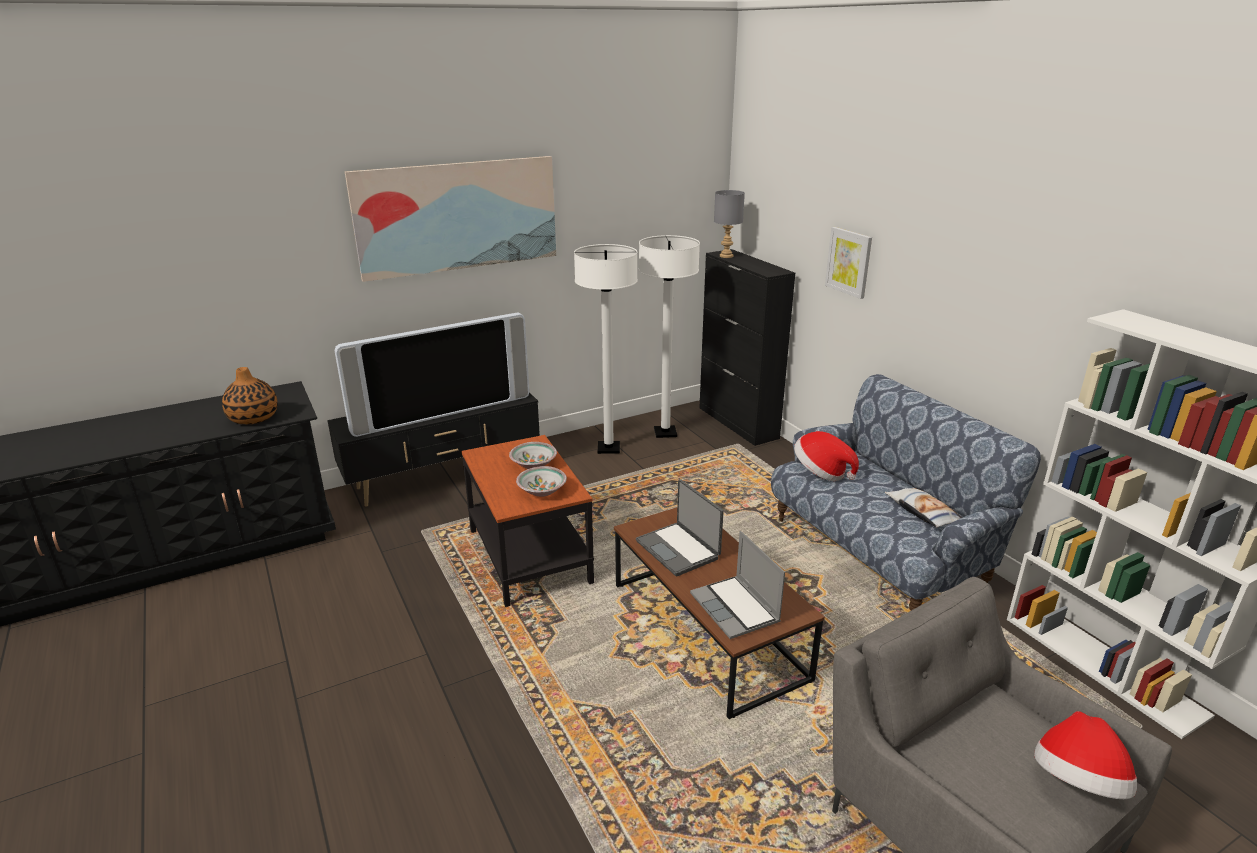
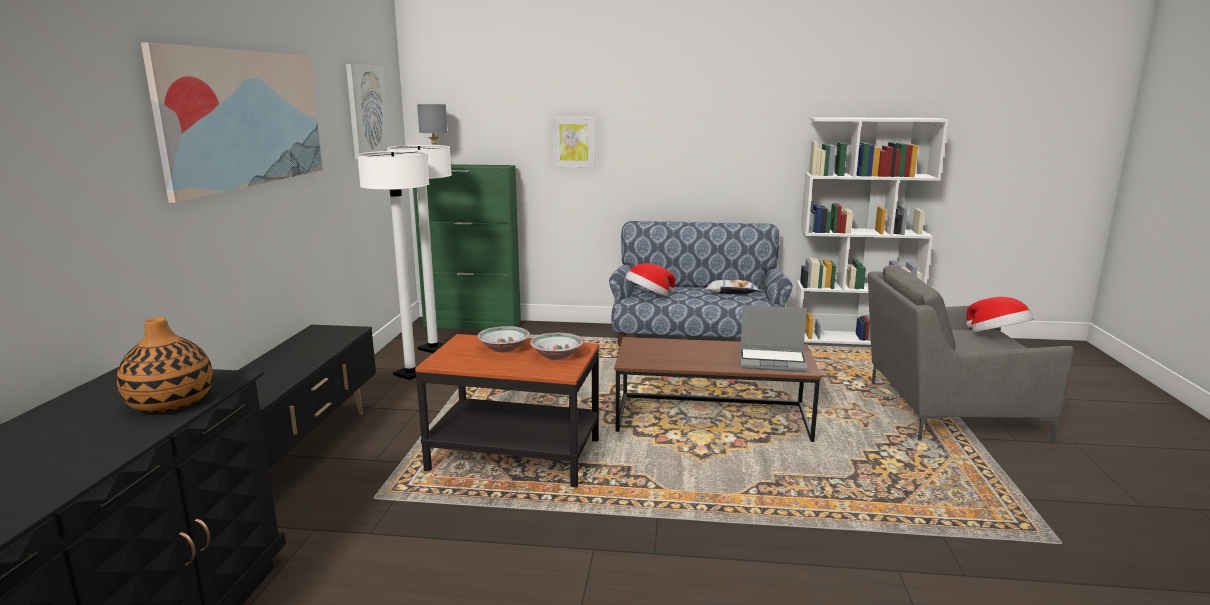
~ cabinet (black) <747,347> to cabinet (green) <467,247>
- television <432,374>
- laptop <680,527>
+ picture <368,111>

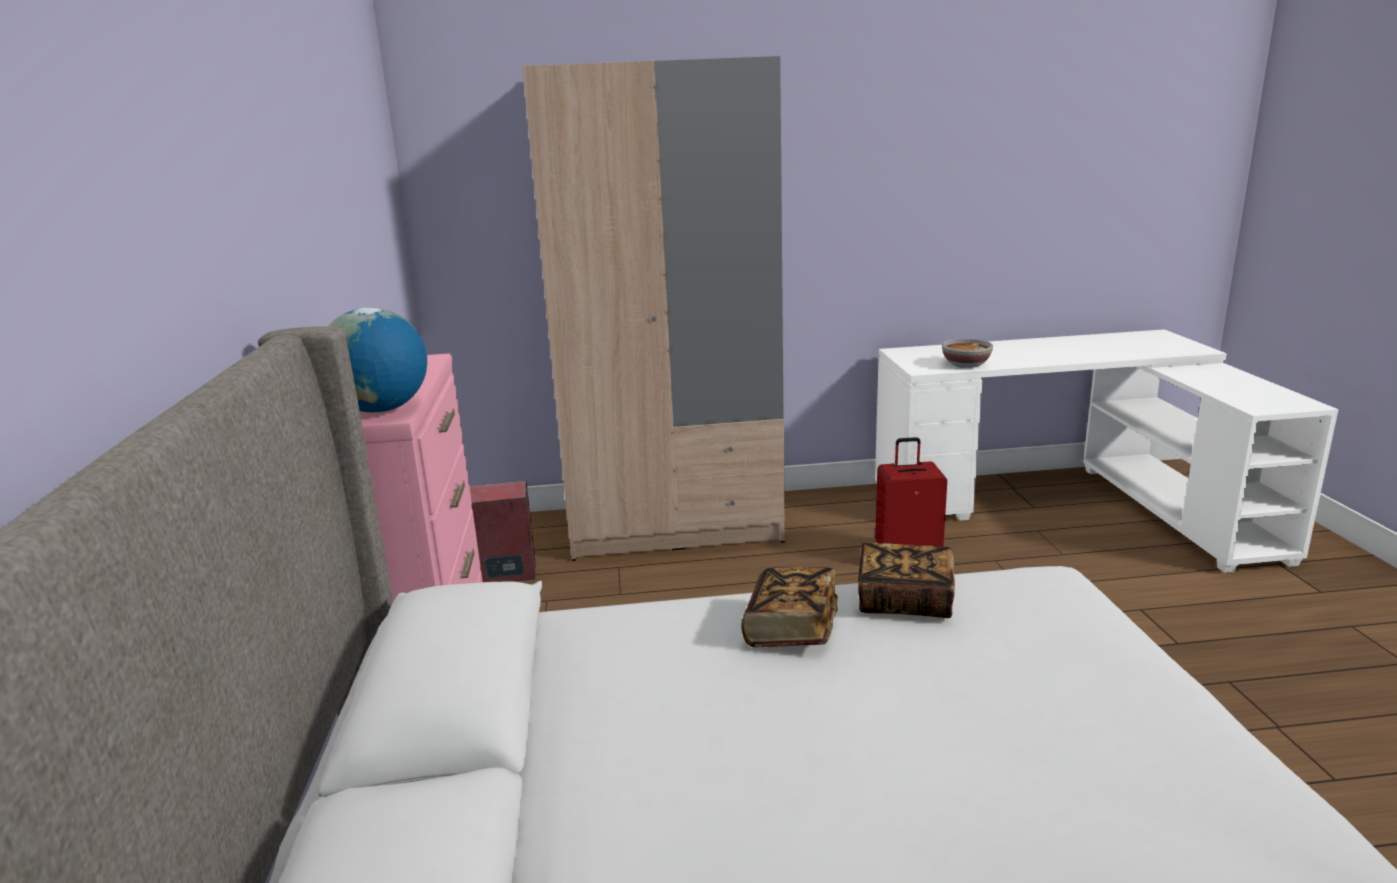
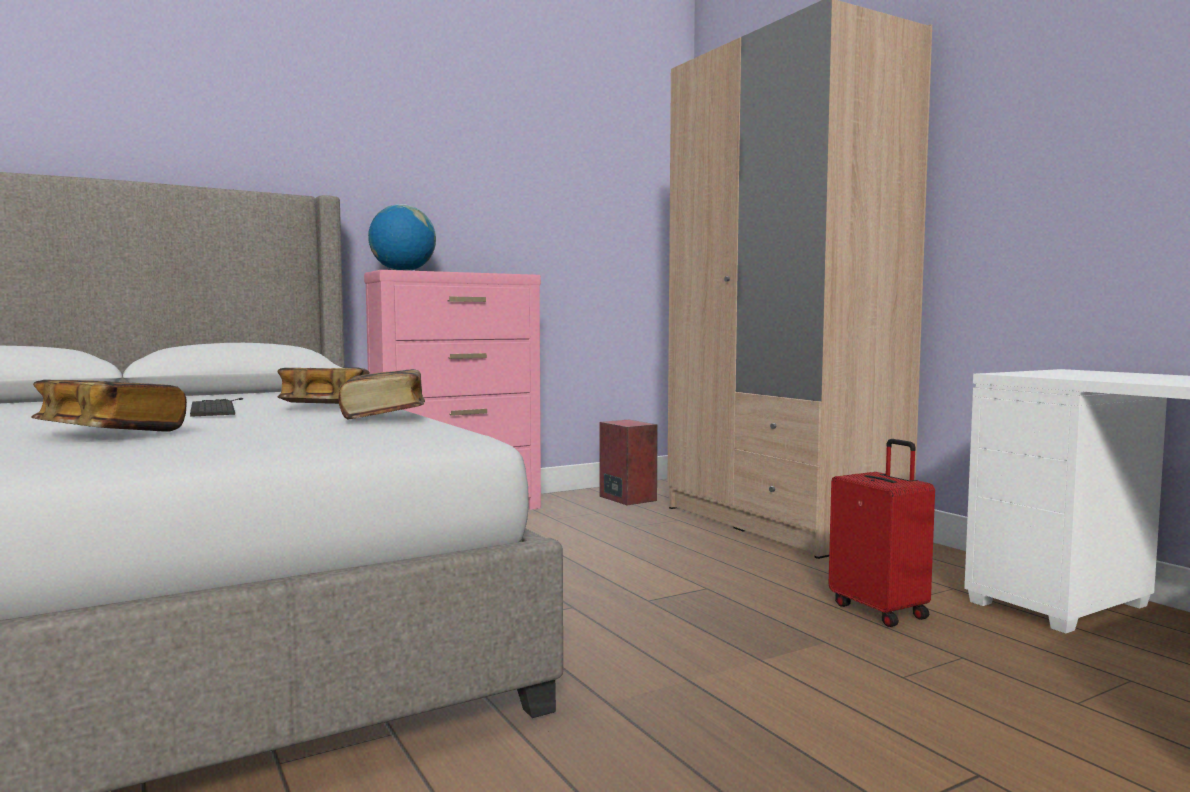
- bowl <967,353>
+ book <109,406>
+ keyboard <216,407>

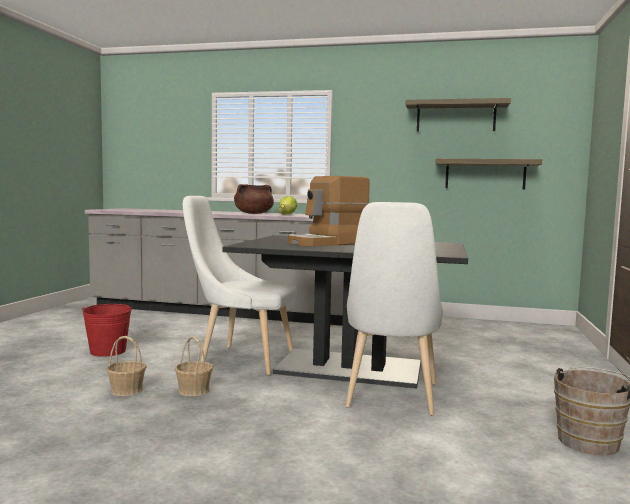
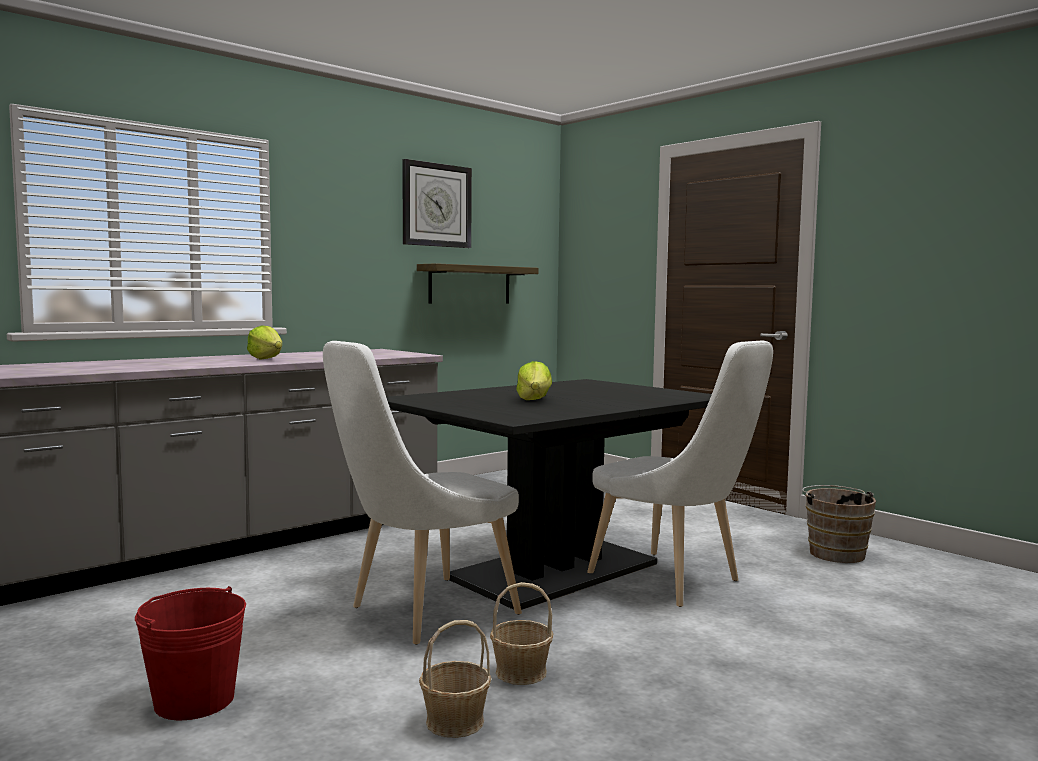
~ shelf <458,115> to wall clock <437,203>
~ coffee machine <329,211> to lettuce <534,380>
- cooking pot (brown) <254,199>

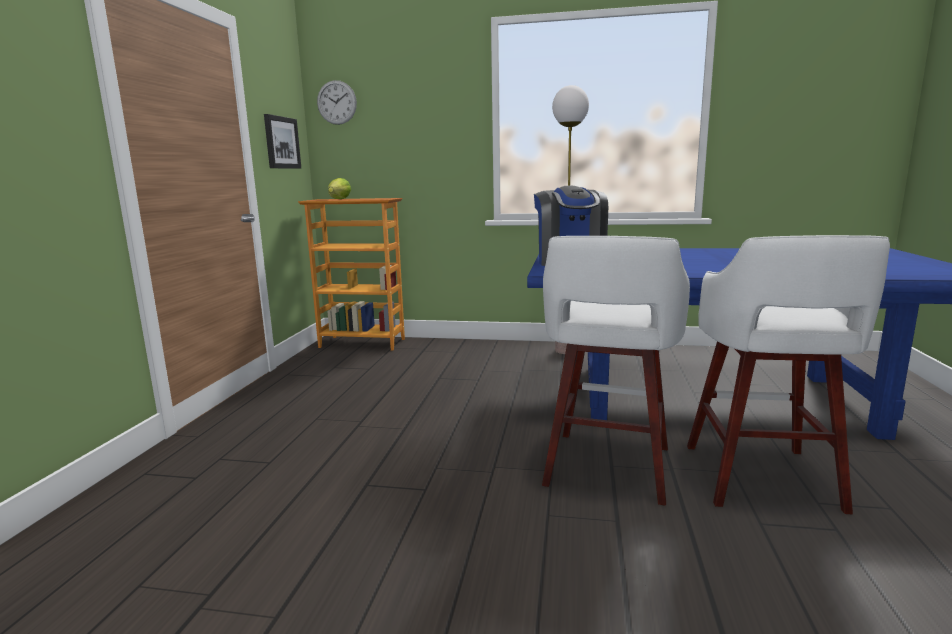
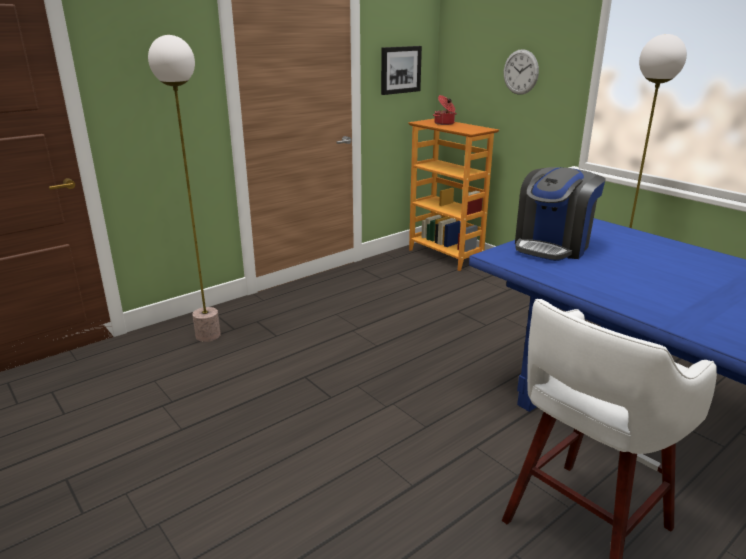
~ wall clock <337,102> to <521,72>
~ lettuce <339,188> to cooking pot <445,110>
- stool (white) <616,371>
+ floor lamp <184,188>

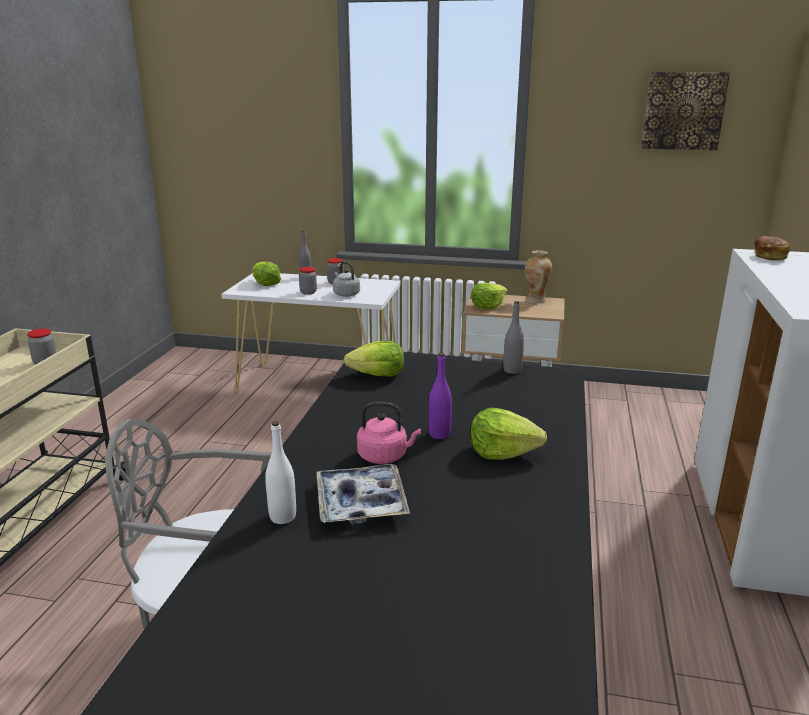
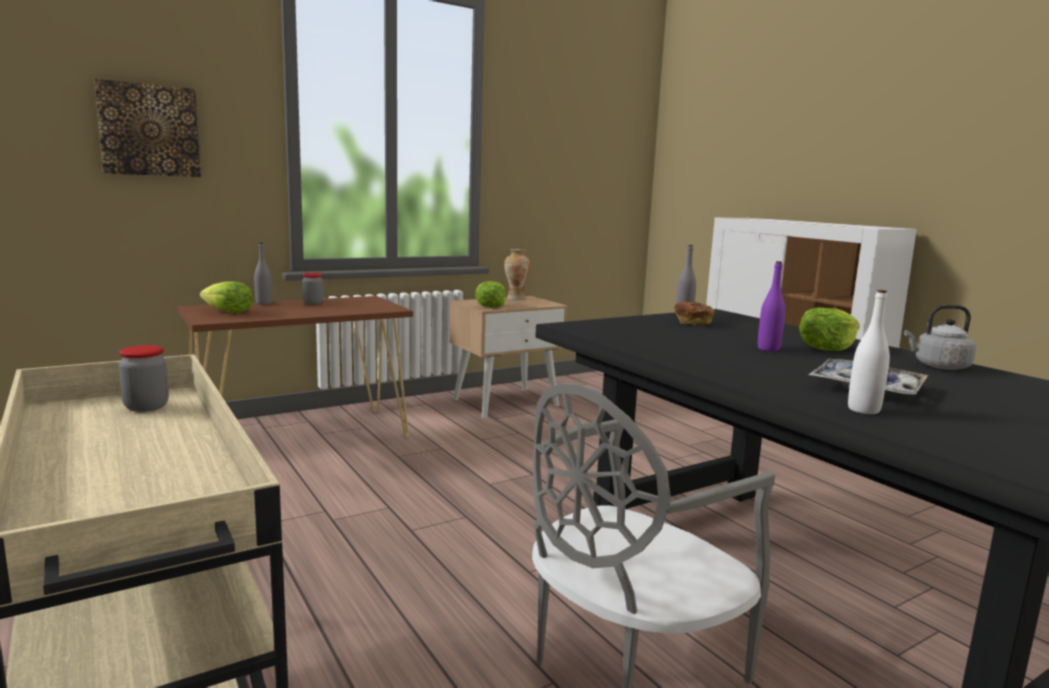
~ picture <685,111> to <147,128>
~ bread <772,248> to <694,313>
~ kettle (grey) <346,279> to <940,337>
- jar <308,281>
~ console table (white) <311,333> to console table (brown) <295,366>
- lettuce <374,359>
- kettle (pink) <389,433>

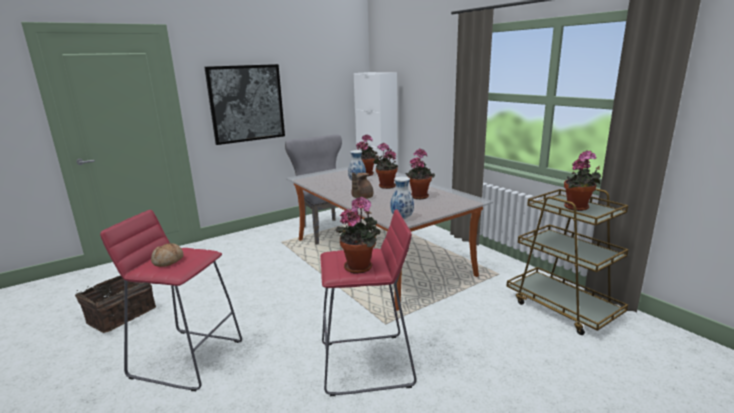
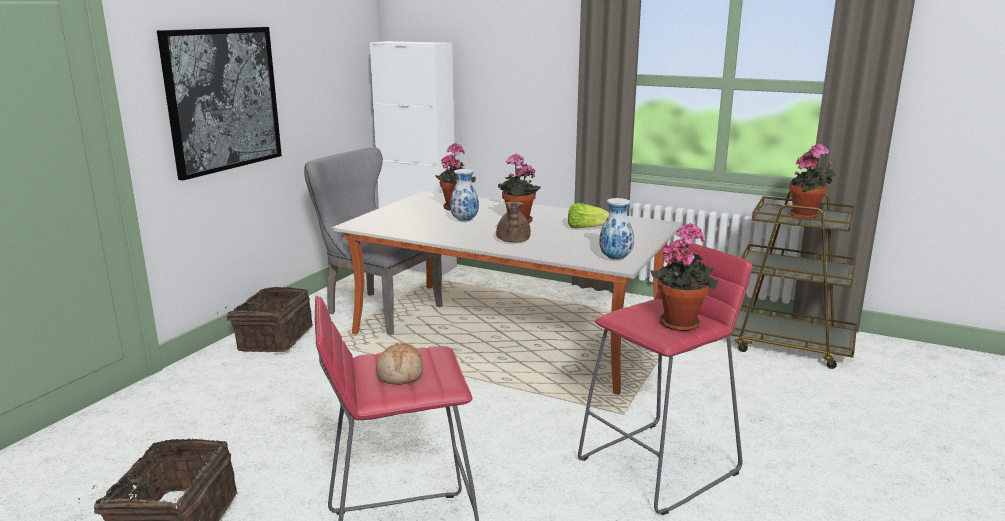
~ potted plant <420,174> to lettuce <588,216>
+ basket <265,319>

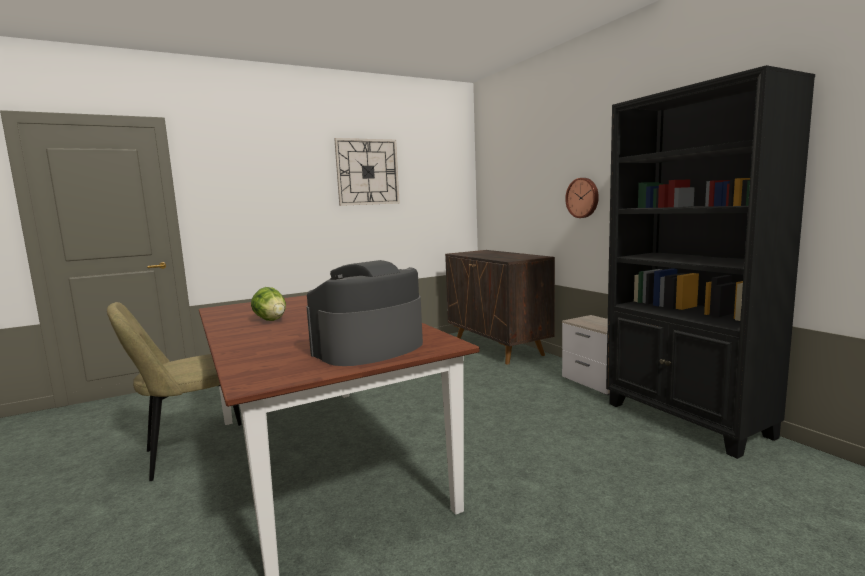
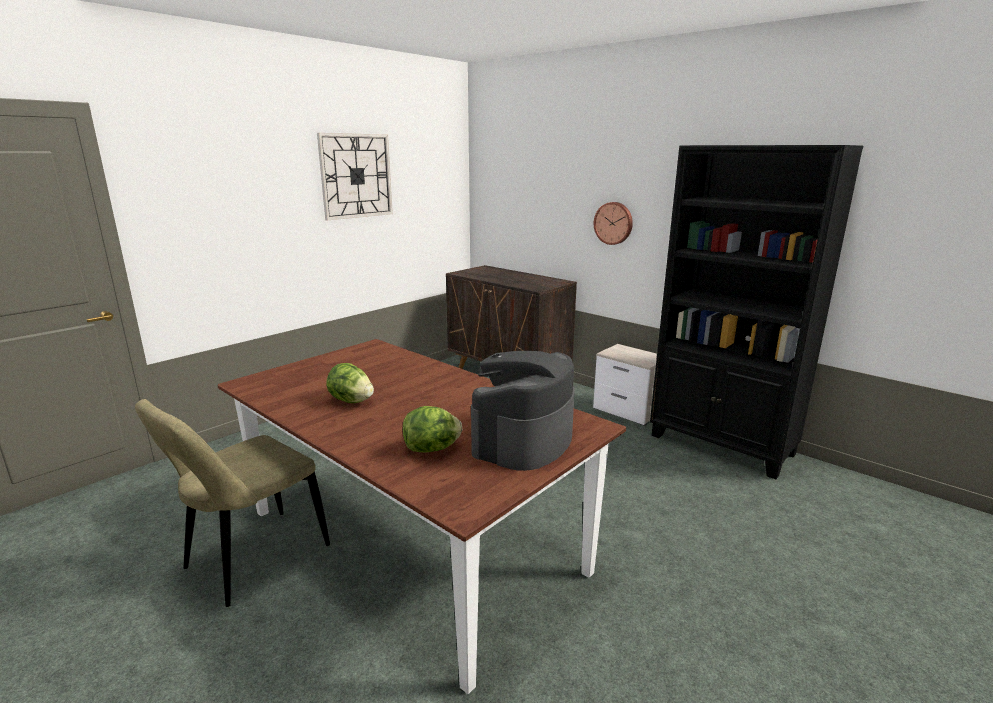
+ lettuce <432,429>

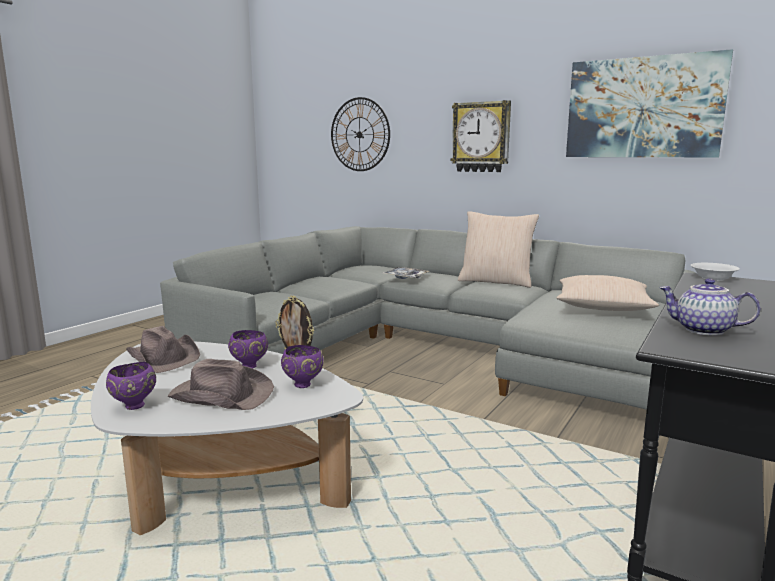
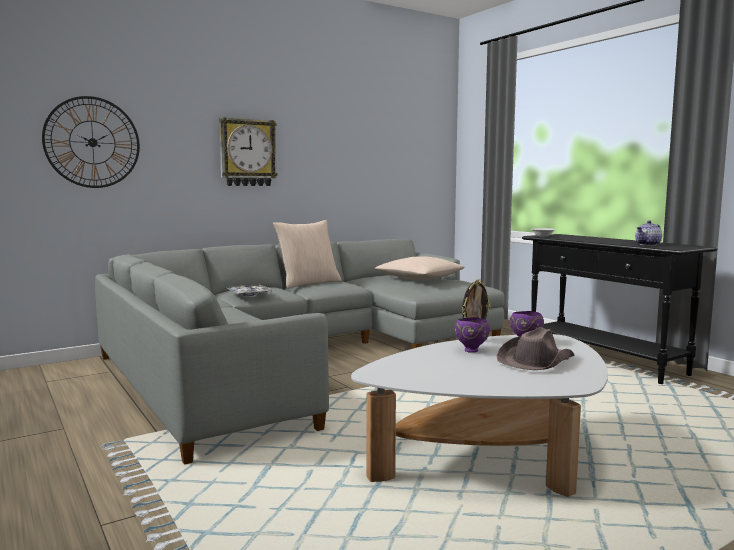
- picture <649,103>
- hat (brown) <163,349>
- bowl (purple) <131,386>

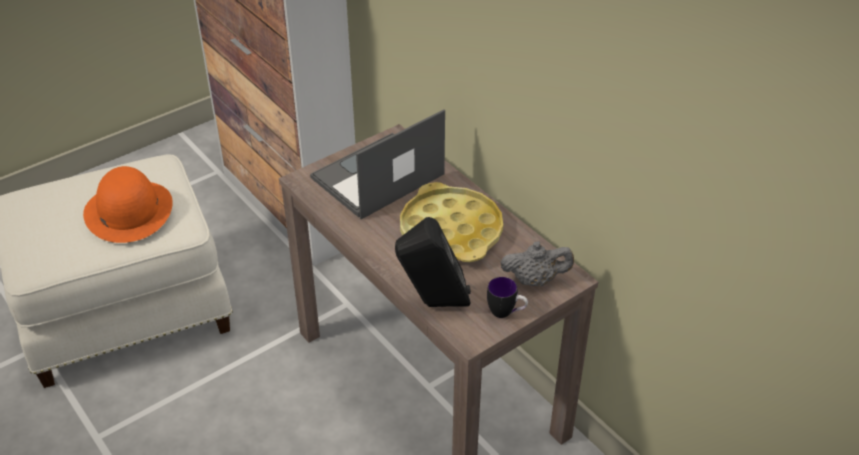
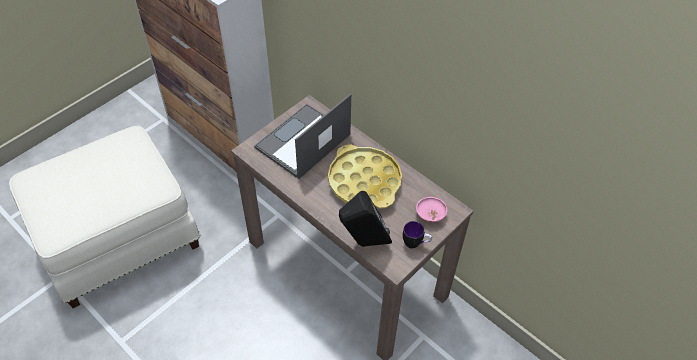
- hat (orange) <128,204>
~ teapot (grey) <537,263> to bowl (pink) <431,209>

